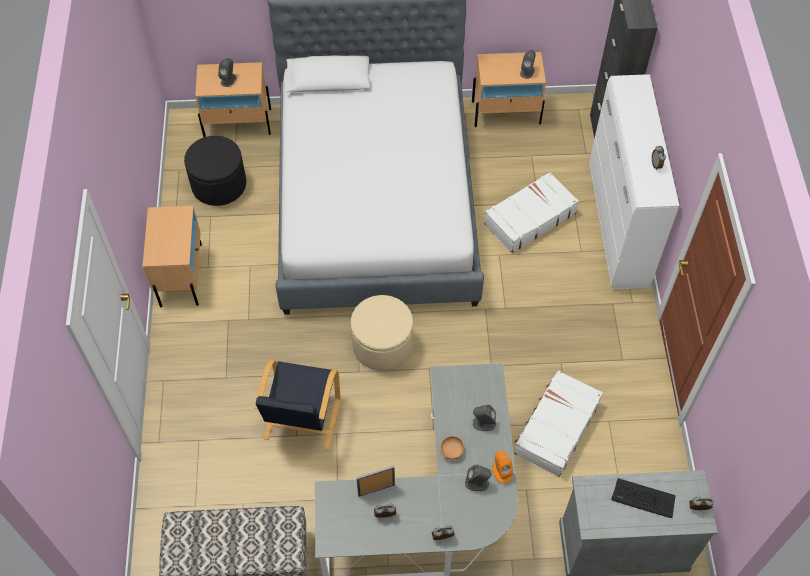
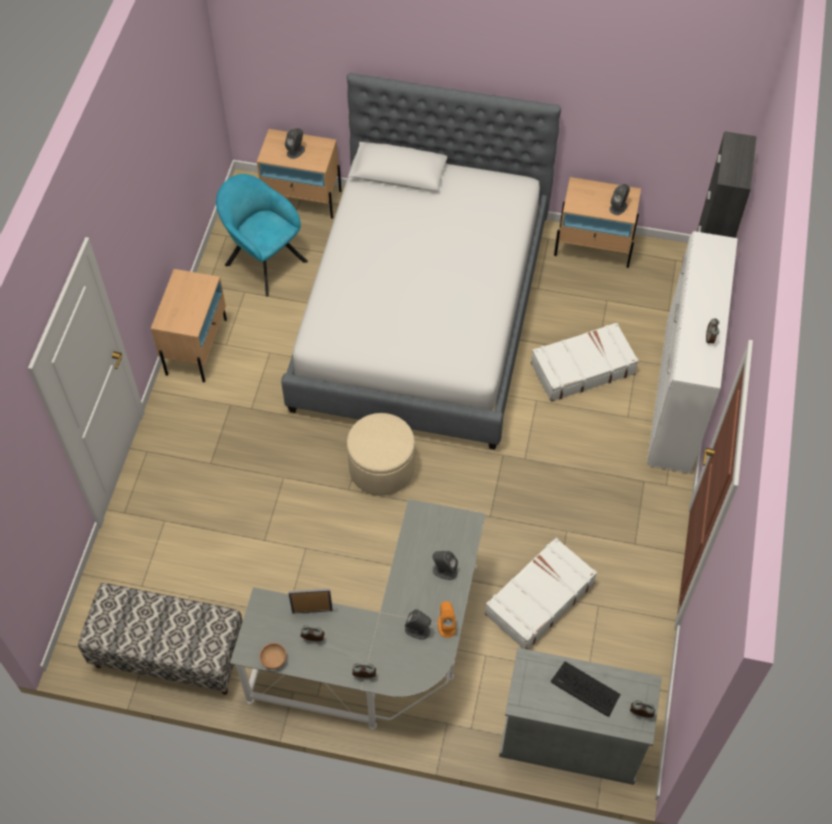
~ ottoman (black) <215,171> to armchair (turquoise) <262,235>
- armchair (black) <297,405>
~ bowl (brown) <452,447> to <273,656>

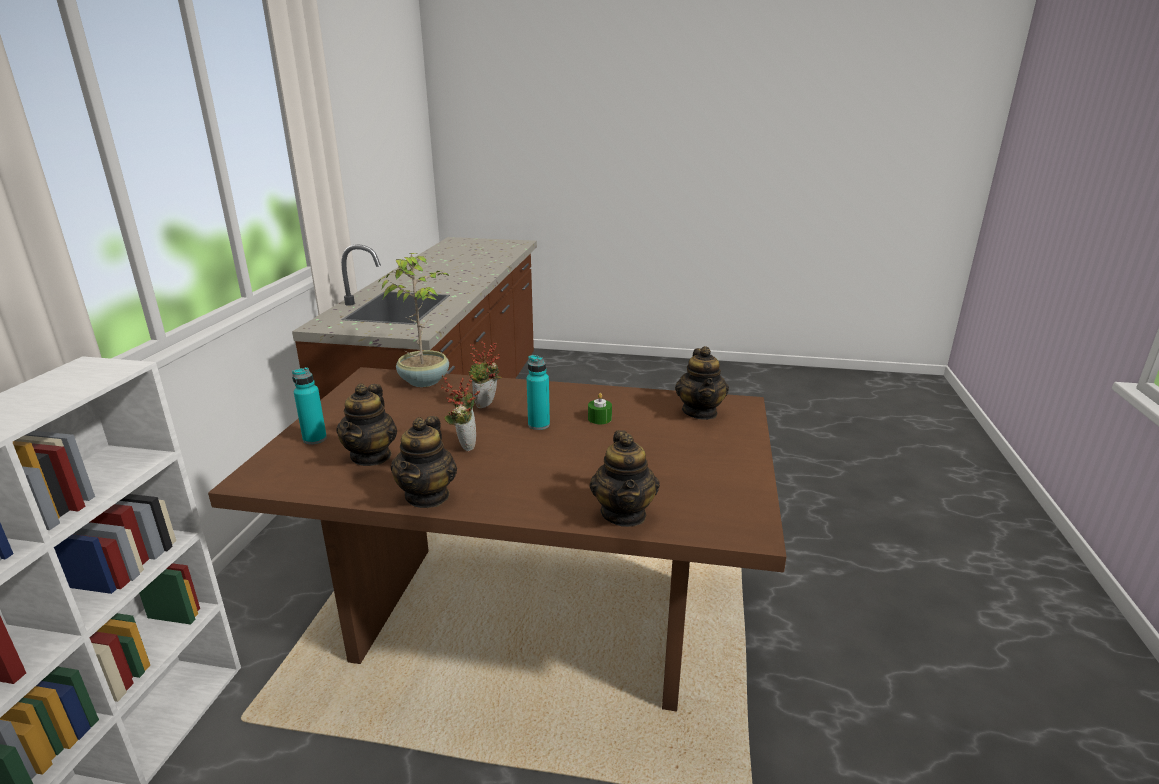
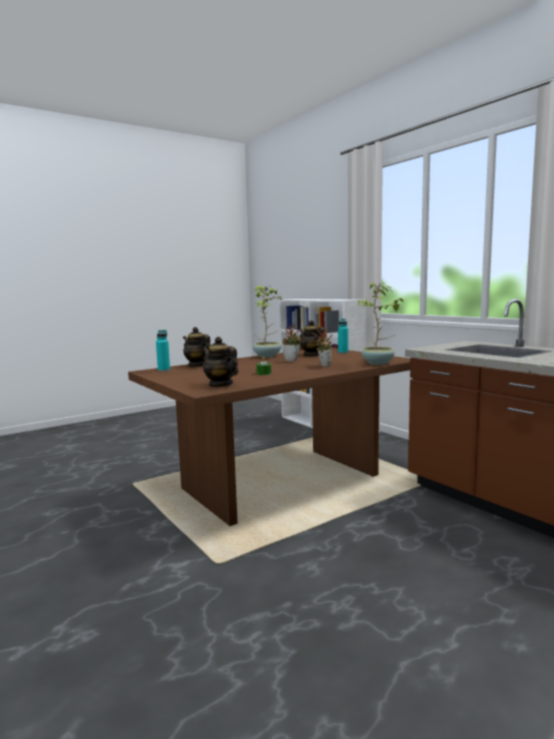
~ bottle (turquoise) <538,392> to <163,350>
~ teapot <424,462> to potted plant <267,322>

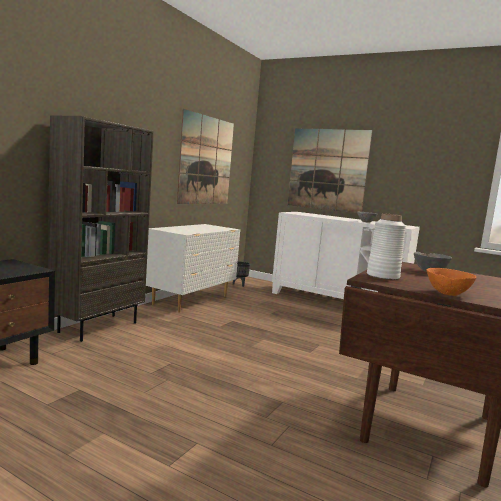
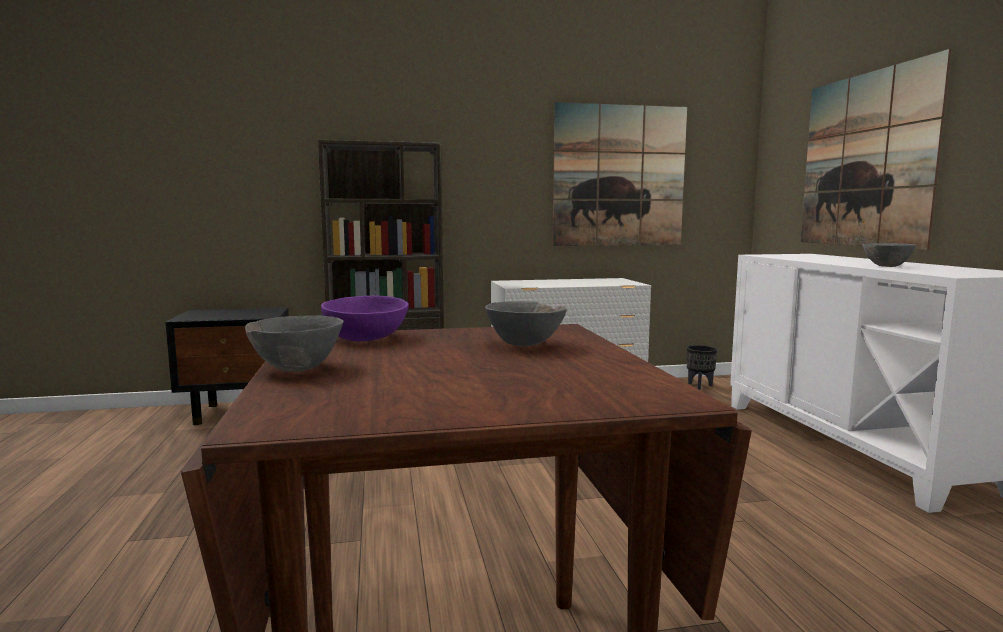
~ vase (white) <386,246> to bowl (purple) <365,318>
~ bowl (orange) <451,282> to bowl (grey) <294,343>

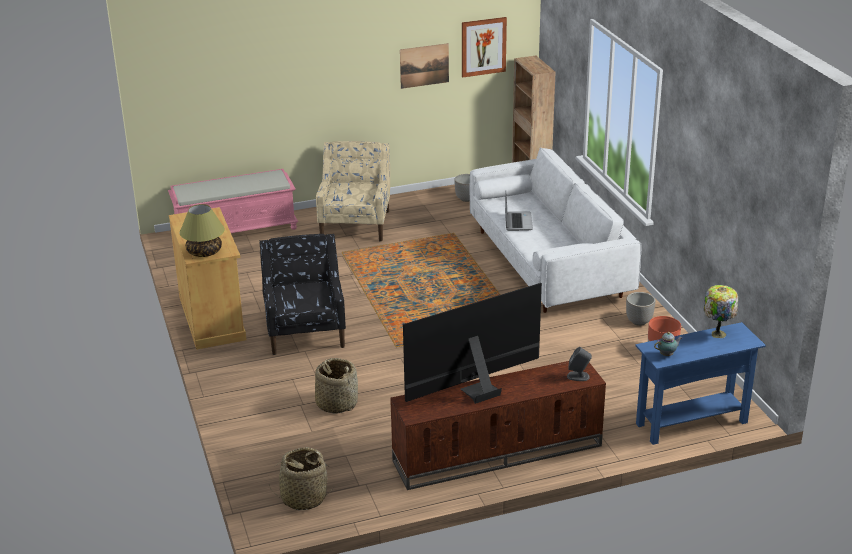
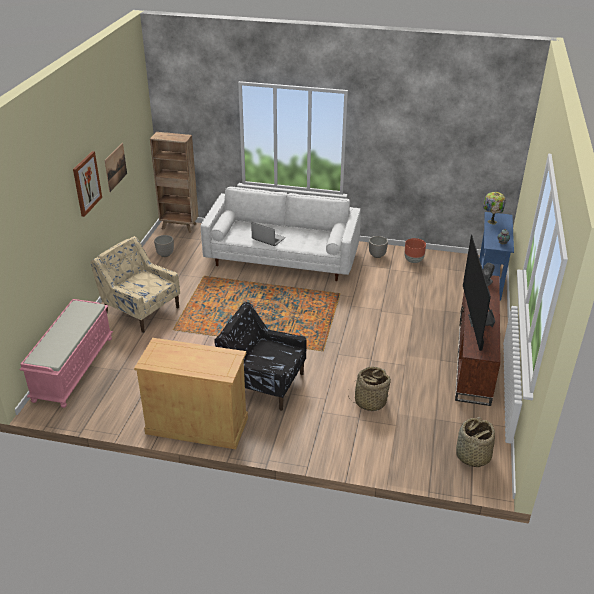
~ picture <484,47> to <87,184>
- table lamp <202,230>

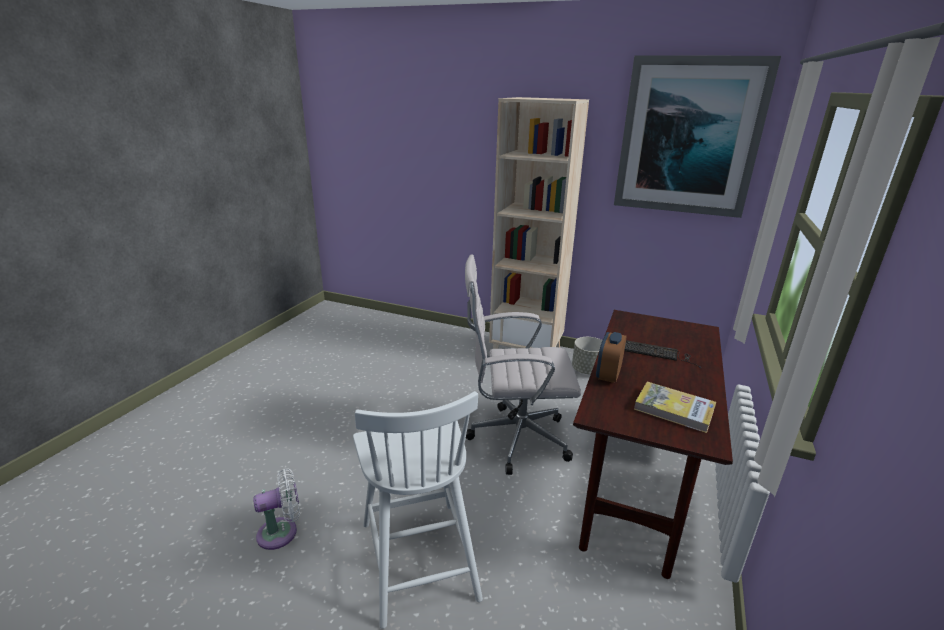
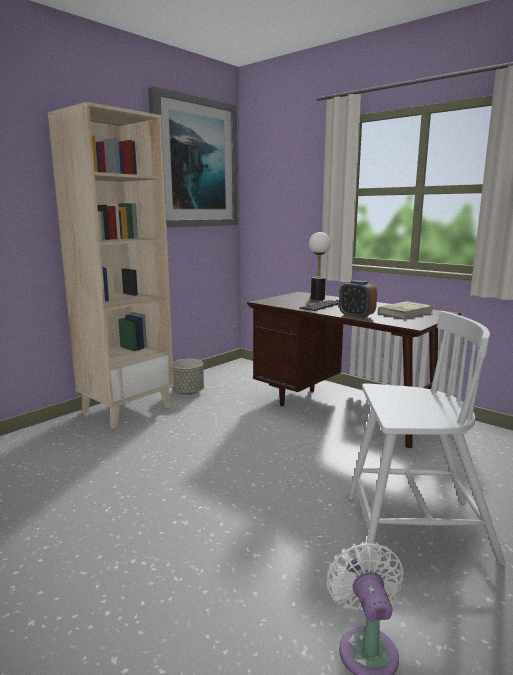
- office chair (white) <523,364>
+ table lamp <320,266>

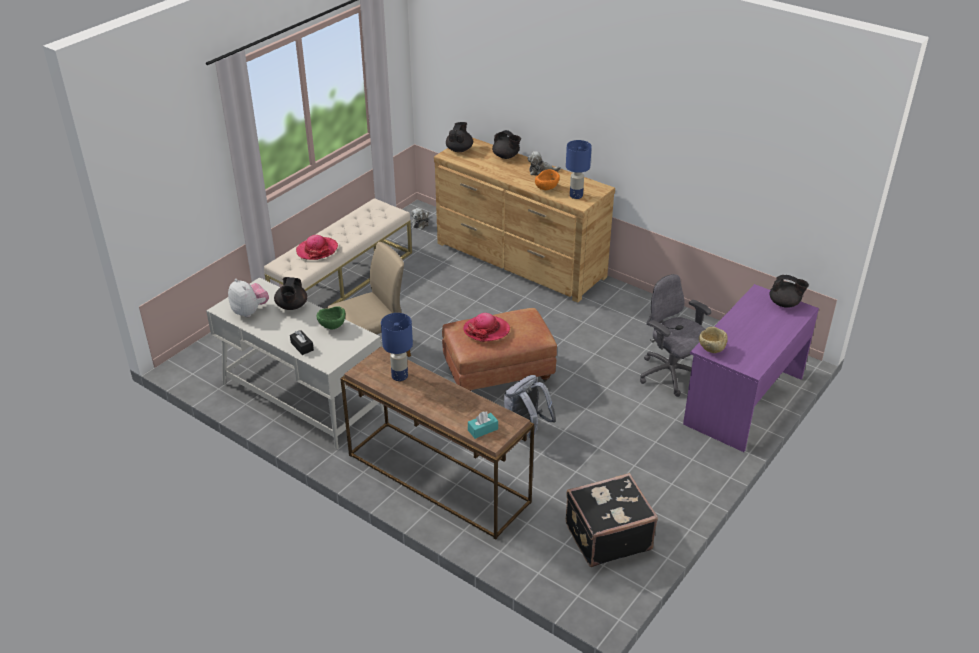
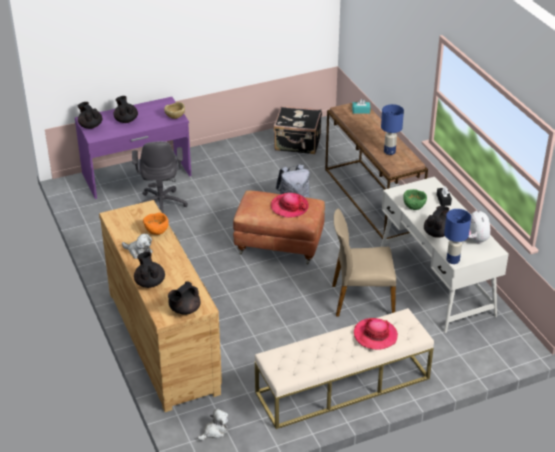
~ table lamp (blue) <579,169> to <457,236>
+ teapot (black) <125,109>

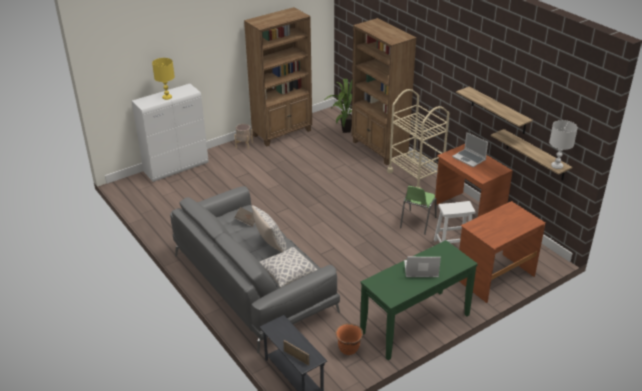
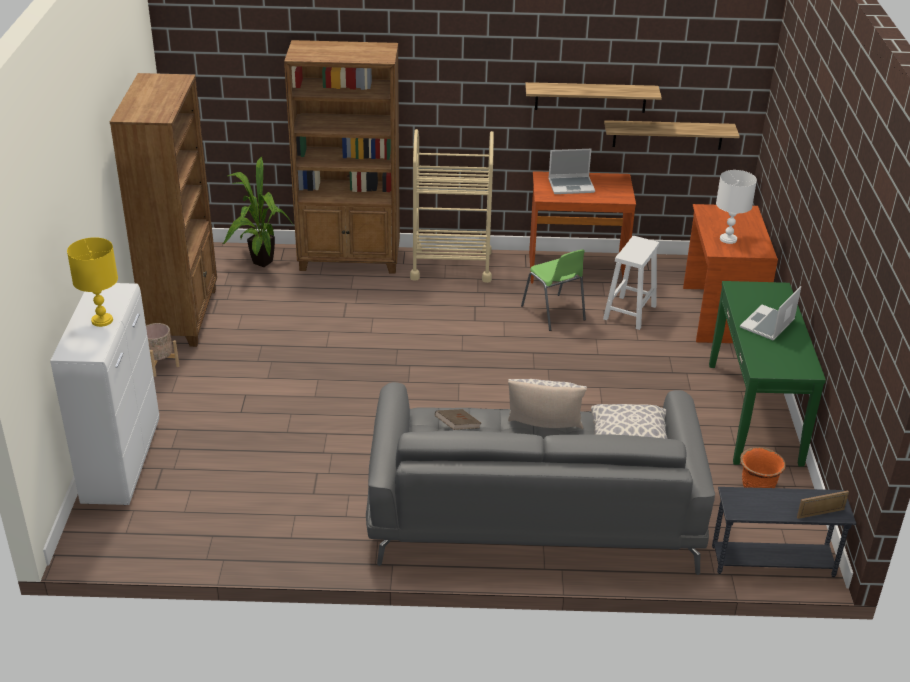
~ table lamp (white) <563,144> to <736,207>

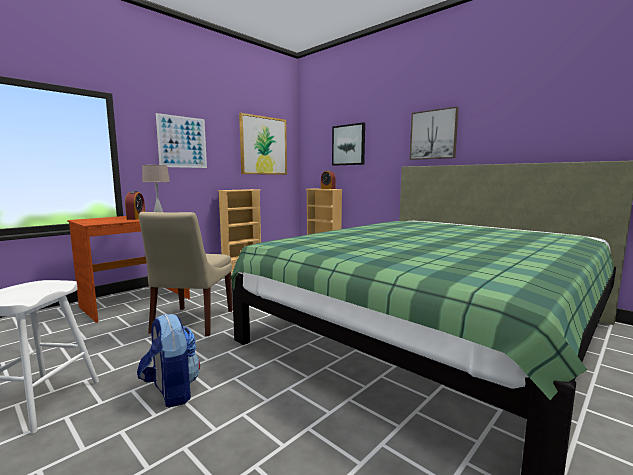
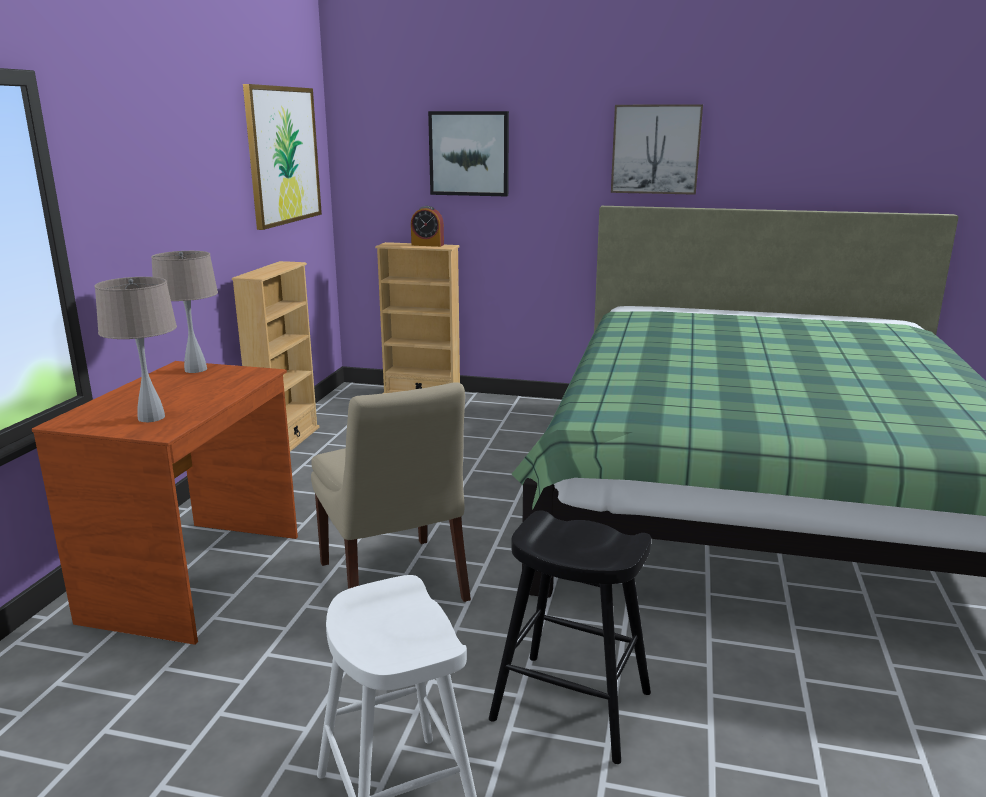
- picture <181,140>
- alarm clock <135,205>
~ backpack <168,361> to stool (black) <570,637>
+ table lamp (beige) <135,349>

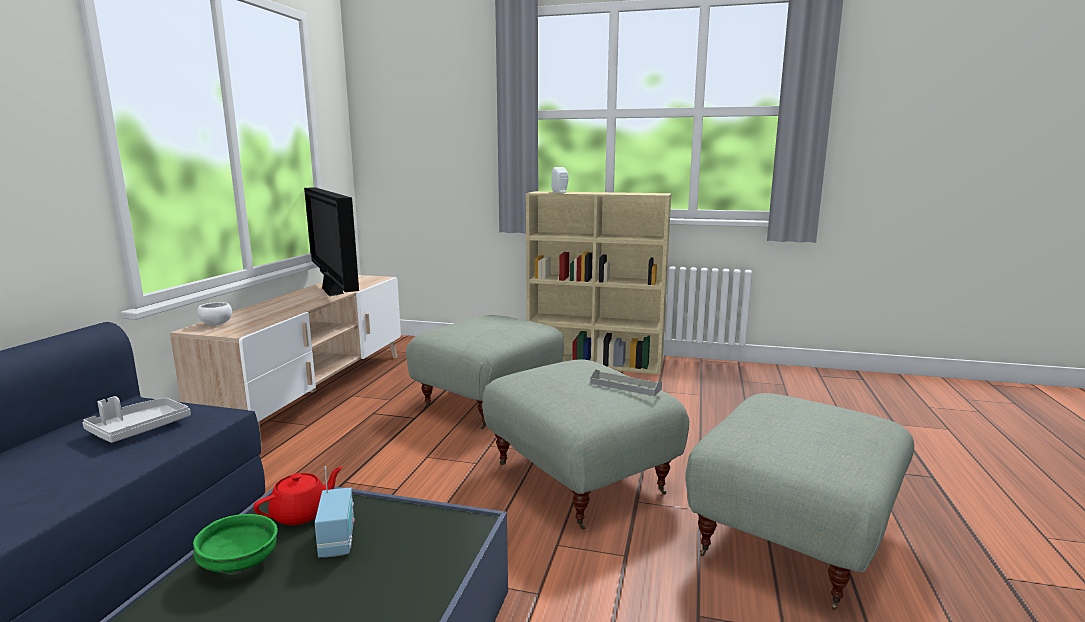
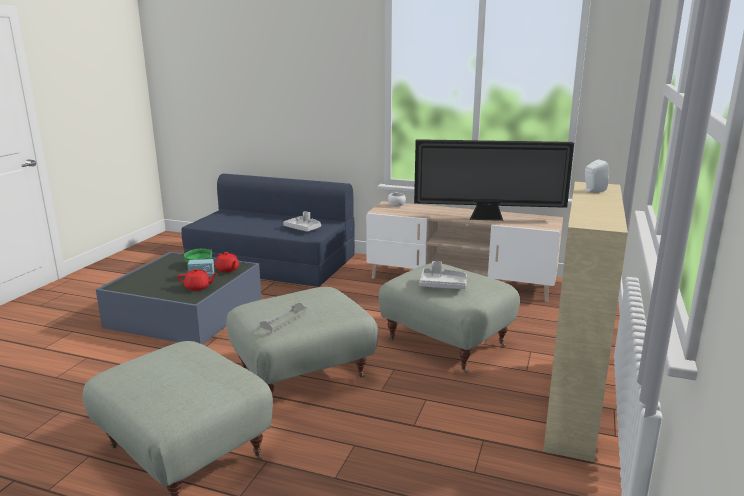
~ television <331,241> = <494,180> 150 degrees counterclockwise
+ tray (grey) <443,275>
+ teapot (red) <197,280>

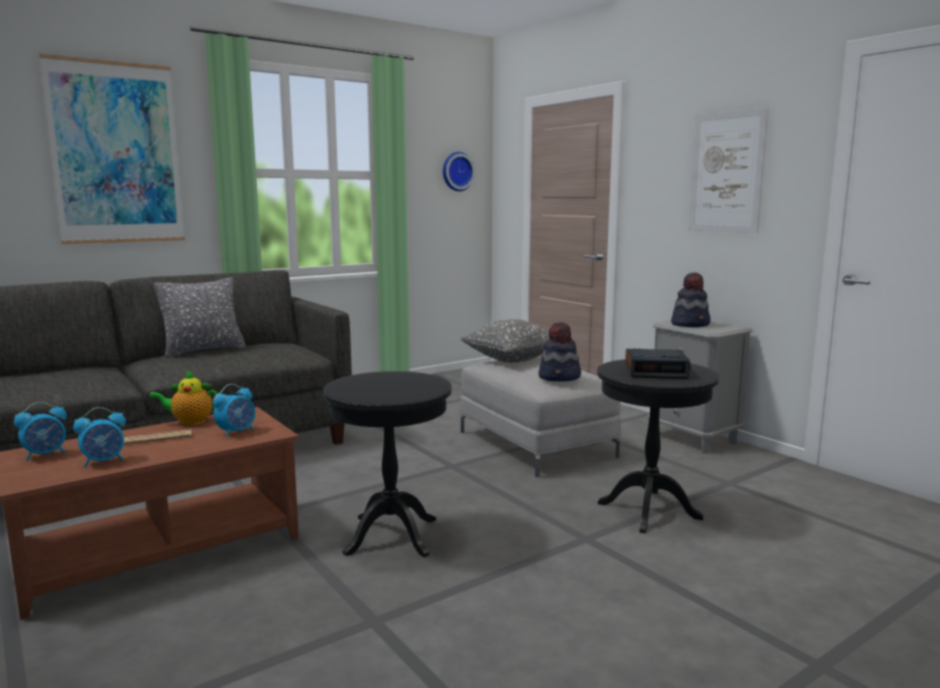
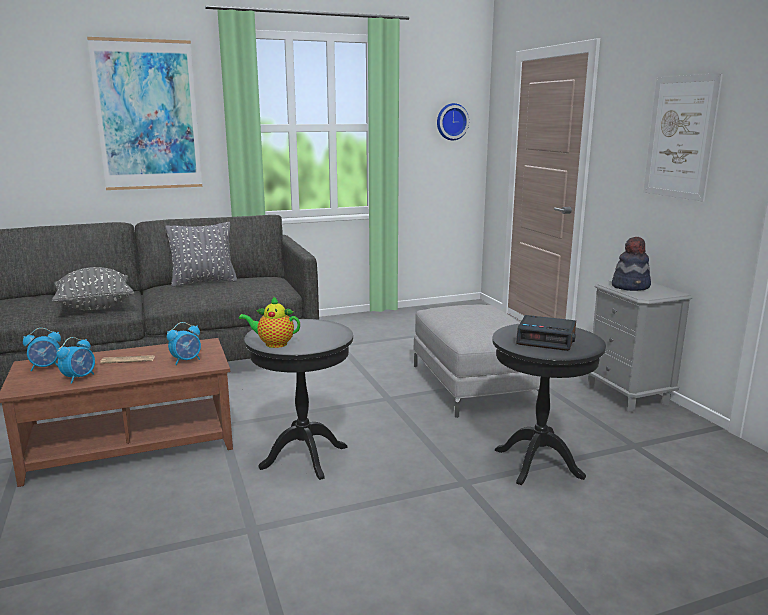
~ pillow (grey) <505,341> to <93,288>
- hat <559,352>
~ teapot <183,398> to <269,322>
~ alarm clock <99,437> = <75,360> 45 degrees counterclockwise

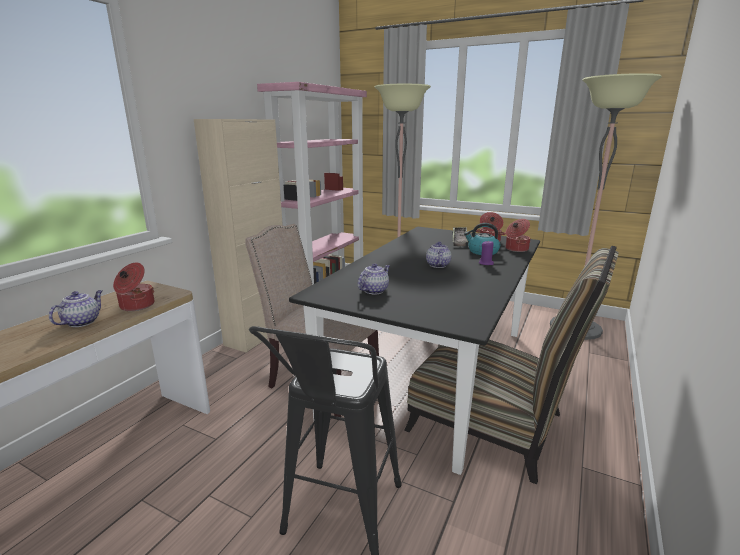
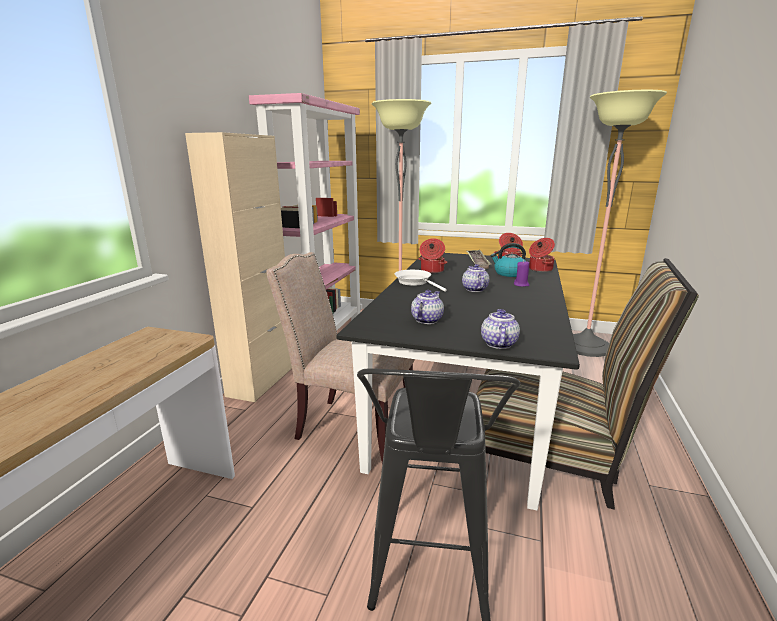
~ cooking pot <133,287> to <432,255>
~ teapot <75,308> to <500,329>
+ frying pan (white) <421,281>

